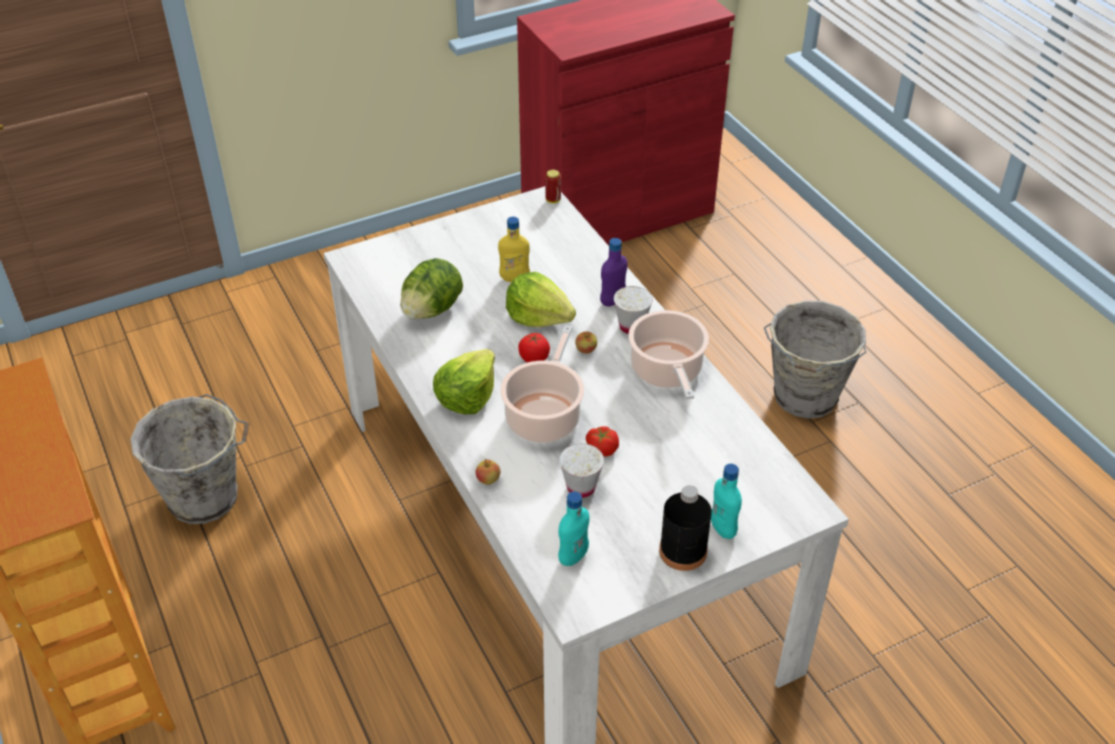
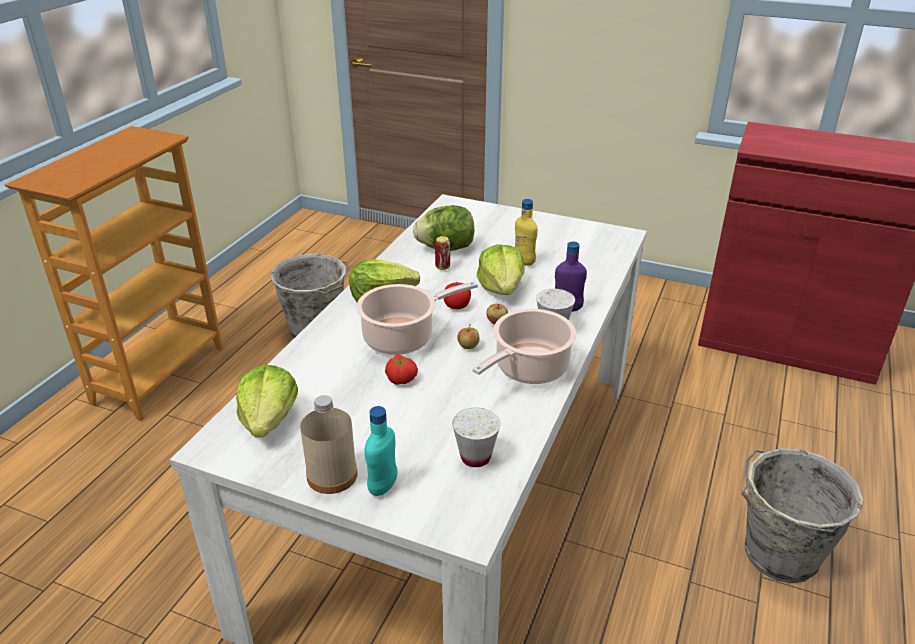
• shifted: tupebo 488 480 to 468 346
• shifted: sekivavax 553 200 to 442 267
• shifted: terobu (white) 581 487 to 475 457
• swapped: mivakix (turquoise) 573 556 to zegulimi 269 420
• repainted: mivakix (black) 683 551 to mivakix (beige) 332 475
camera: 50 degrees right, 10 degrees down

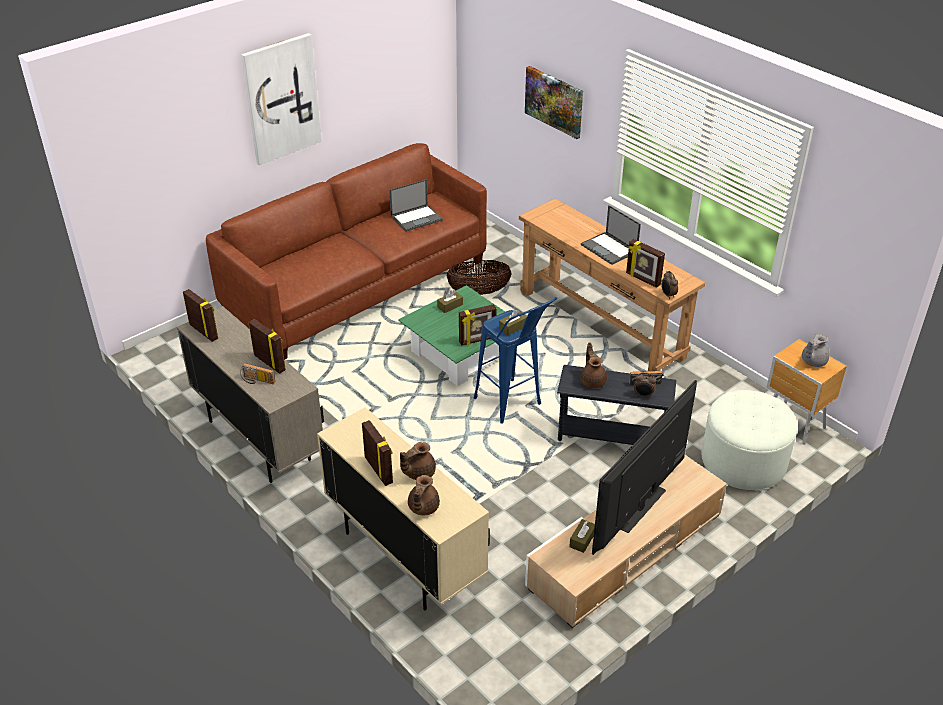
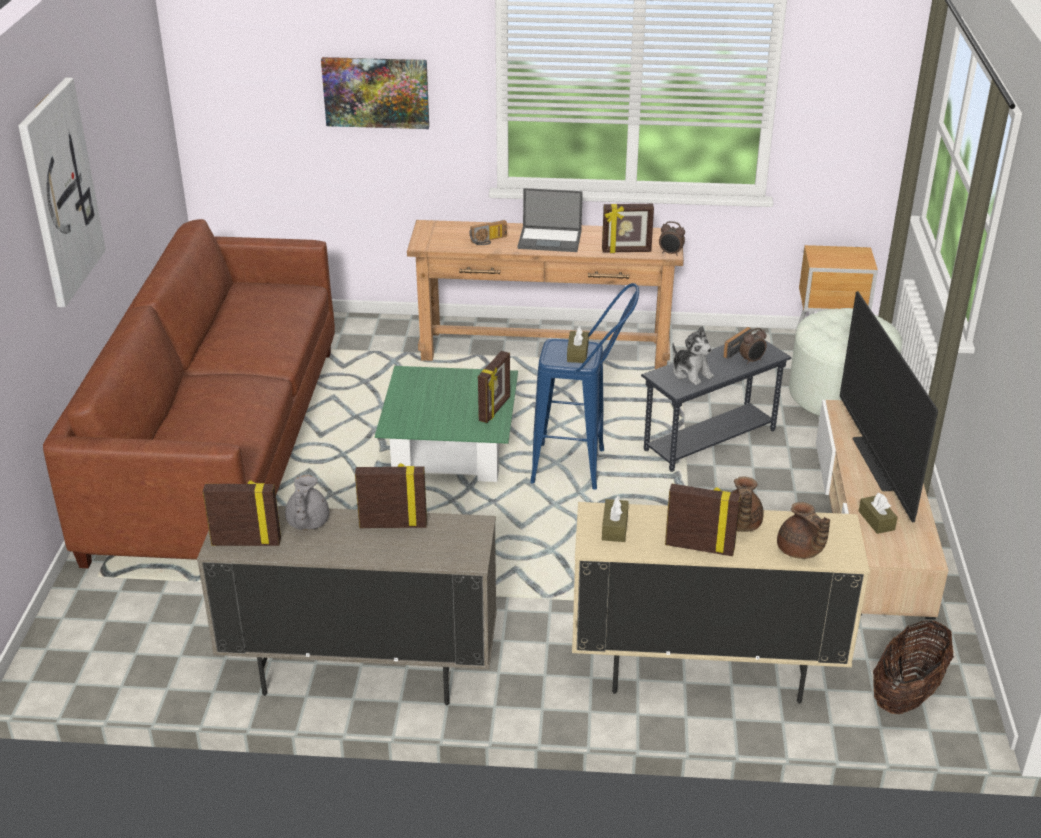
• gone: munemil 417 218
• shifted: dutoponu 257 381 to 489 241
• shifted: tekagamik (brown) 450 306 to 614 527
• shifted: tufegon 478 292 to 906 694
• shifted: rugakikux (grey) 812 361 to 307 523
• swapped: rugakikux (brown) 593 381 to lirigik 691 373
camera: 45 degrees left, 5 degrees down

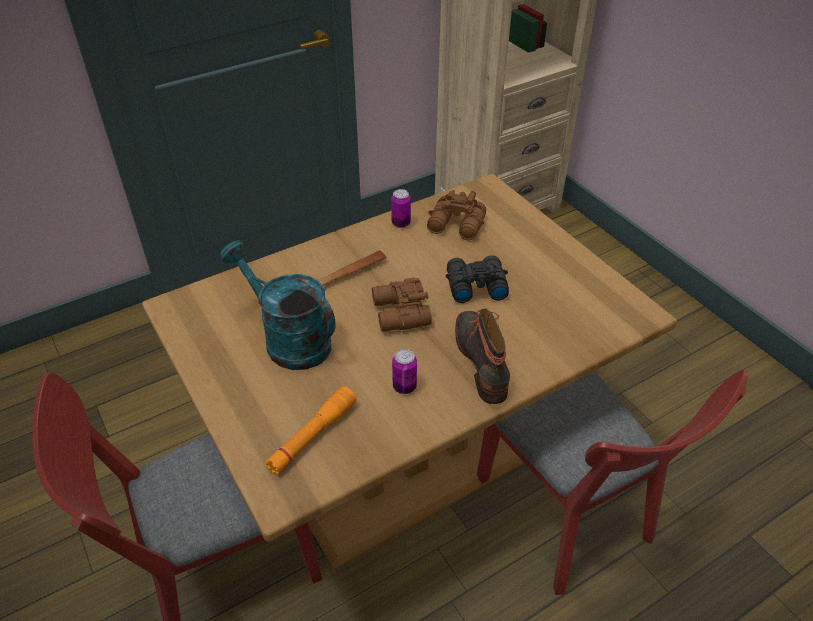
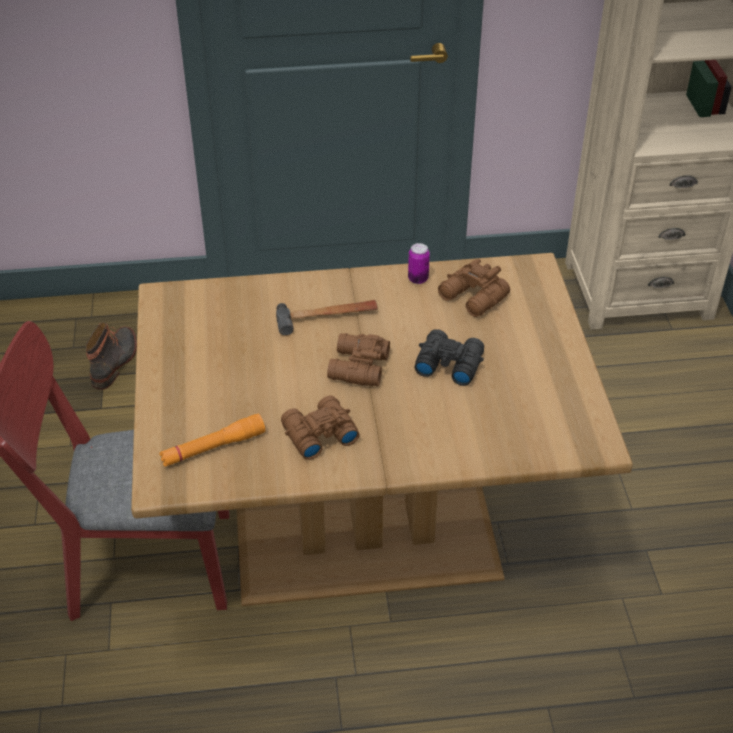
• gone: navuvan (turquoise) 288 339
• gone: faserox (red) 570 520
• shifted: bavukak 483 360 to 115 362
• swapped: sekivavax 404 387 to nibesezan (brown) 318 434
camera: 25 degrees right, 0 degrees up

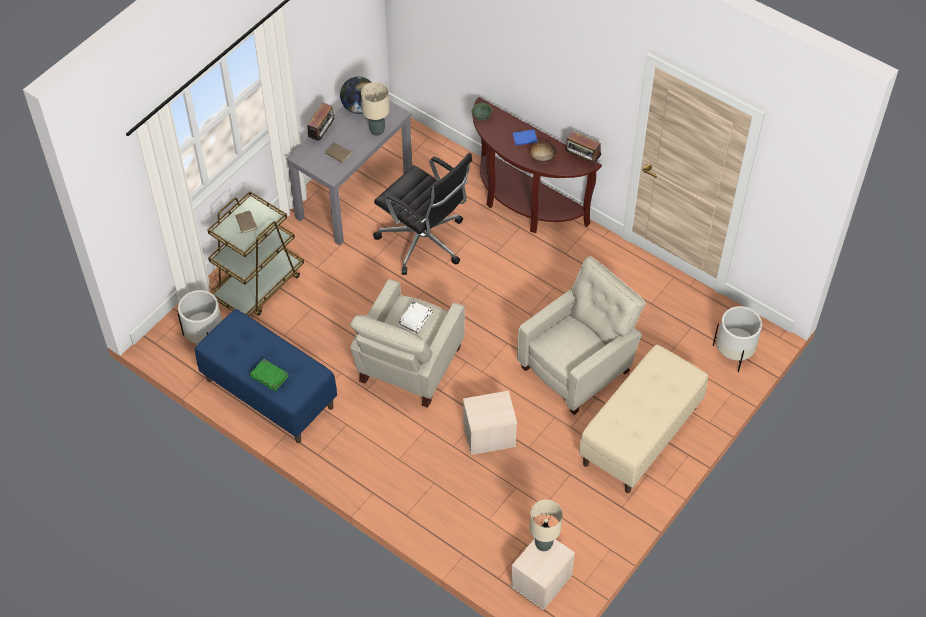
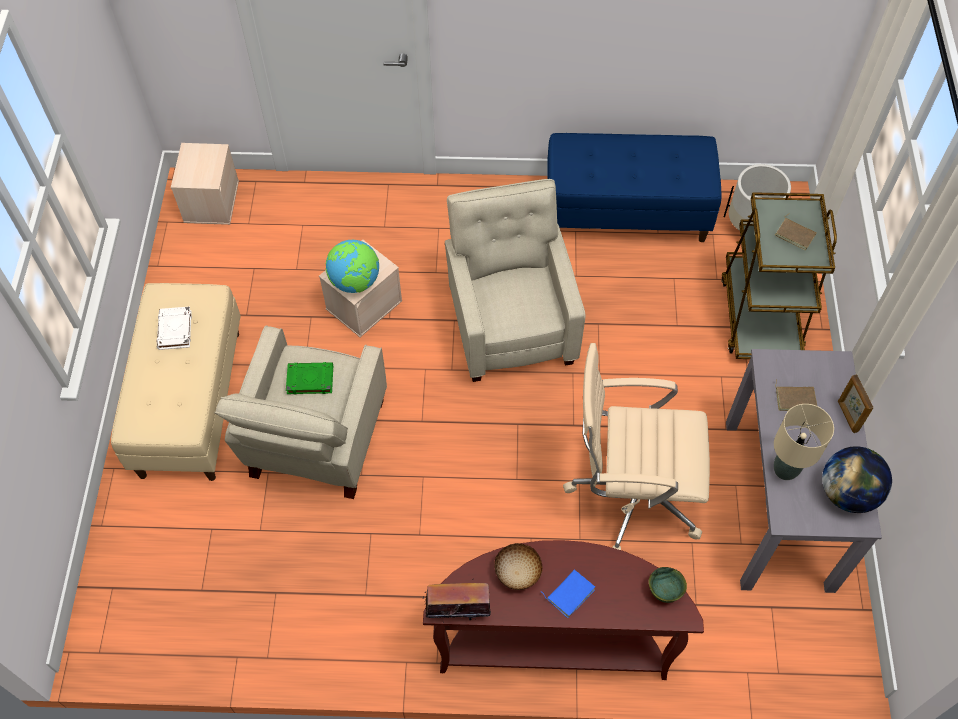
• gone: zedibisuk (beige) 543 544
• gone: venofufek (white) 734 353
• new: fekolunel 355 282
• shifted: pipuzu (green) 269 376 to 309 380
• shifted: pipuzu (white) 415 319 to 175 330
• swapped: dutoponu 322 134 to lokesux 847 416
• repainted: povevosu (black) 424 242 to povevosu (beige) 631 493
camera: 145 degrees right, 5 degrees up

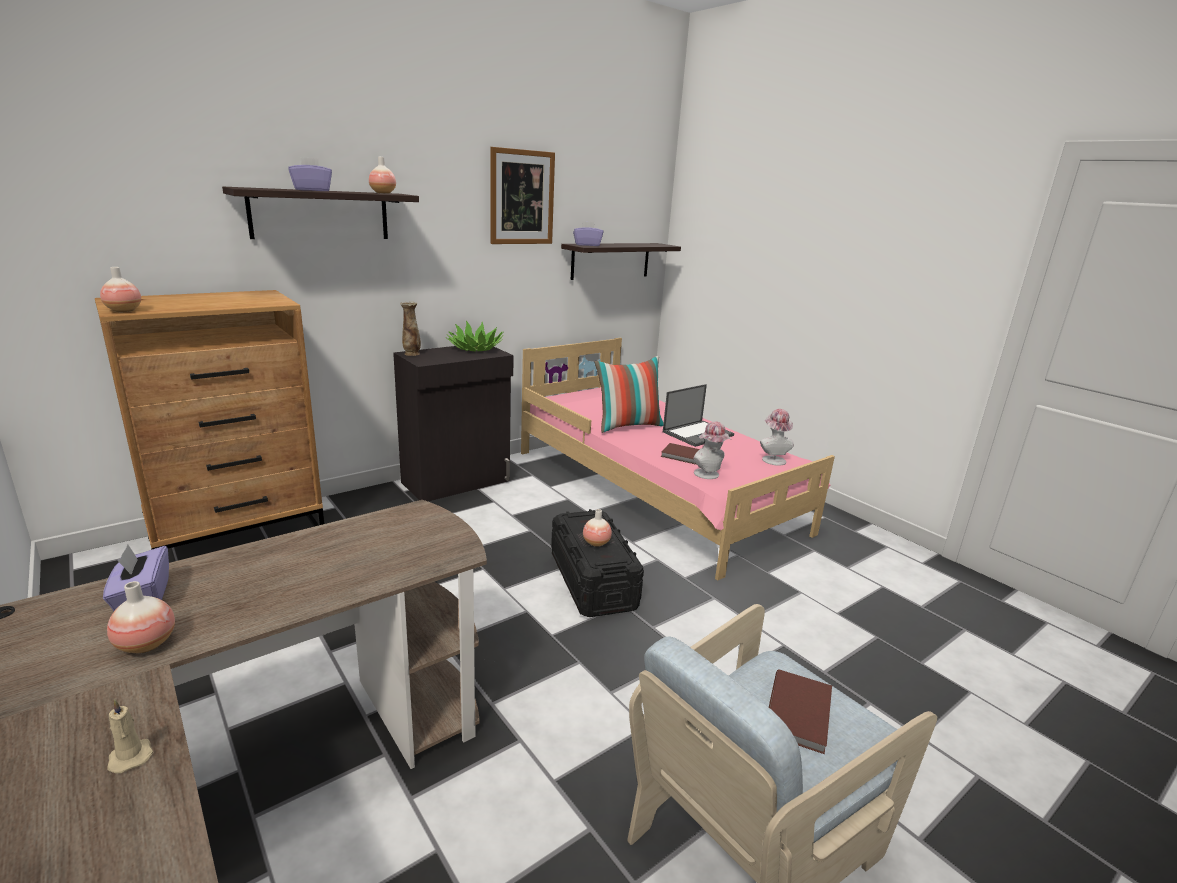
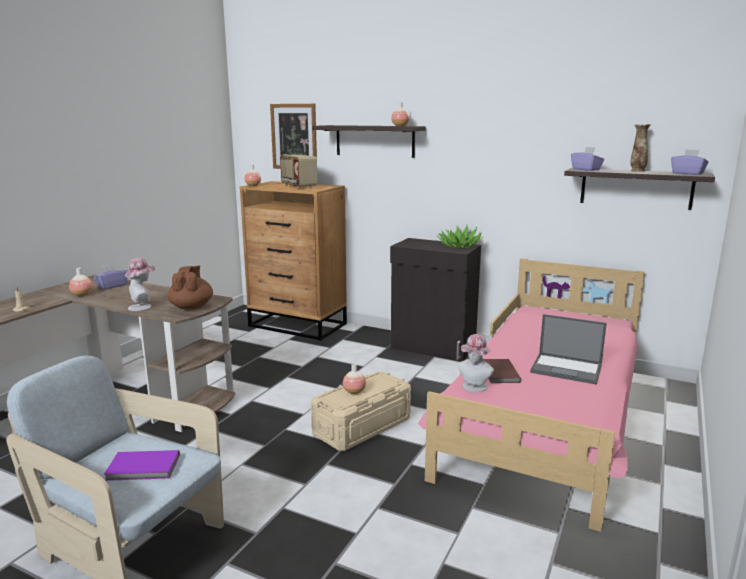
• gone: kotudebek 628 426
• new: rugakikux (brown) 191 307
• new: dutoponu 298 186
• shifted: tekagamik (purple) 312 190 to 687 174
• shifted: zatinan 411 354 to 637 171
• shifted: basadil 522 197 to 294 137
• shifted: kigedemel 772 459 to 143 306
• repainted: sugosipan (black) 593 580 to sugosipan (beige) 362 427
• repainted: pipuzu (brown) 800 712 to pipuzu (purple) 144 468
camera: 65 degrees right, 5 degrees down

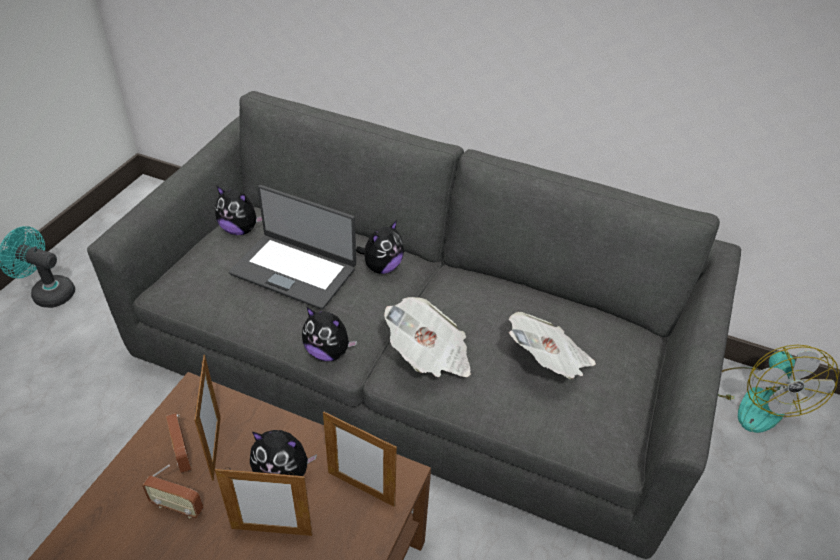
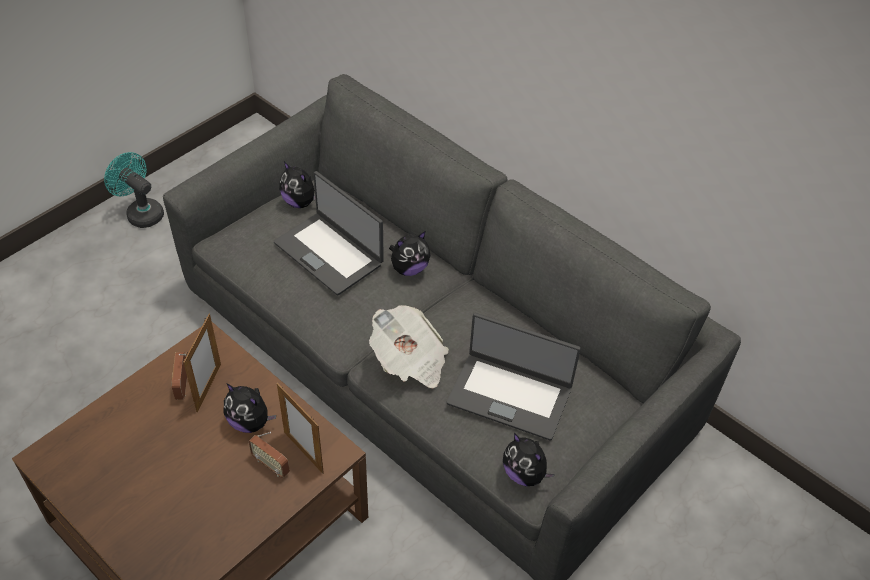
• gone: lokesux 271 531
• gone: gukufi 756 400
• shifted: dutoponu 177 507 to 271 465
• shifted: lirigik 328 352 to 524 474
• swapped: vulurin 548 361 to munemil 510 395
camera: 20 degrees right, 5 degrees up

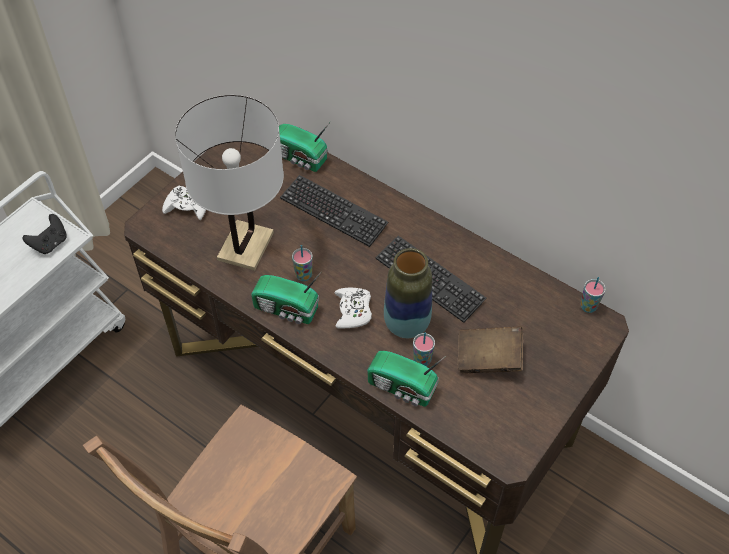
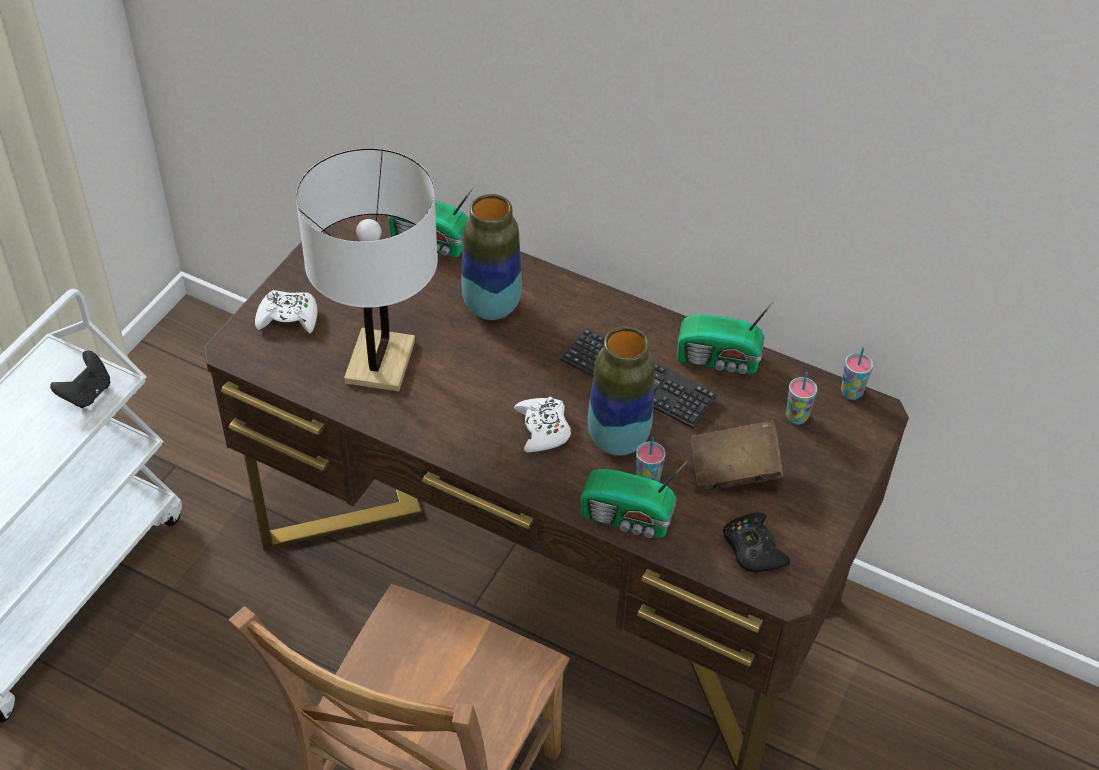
• new: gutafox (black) 753 549
• shifted: dutoponu 287 309 to 720 360
• shifted: terobu 303 275 to 796 417
• swapped: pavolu 333 212 to zatinan 491 306
camera: 10 degrees left, 5 degrees down

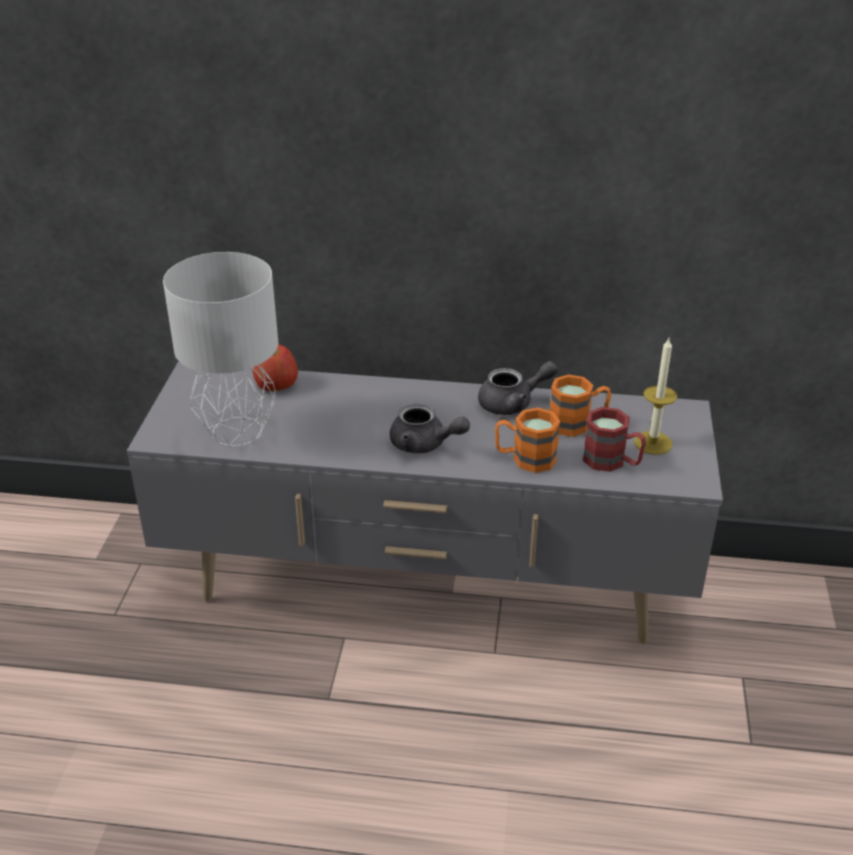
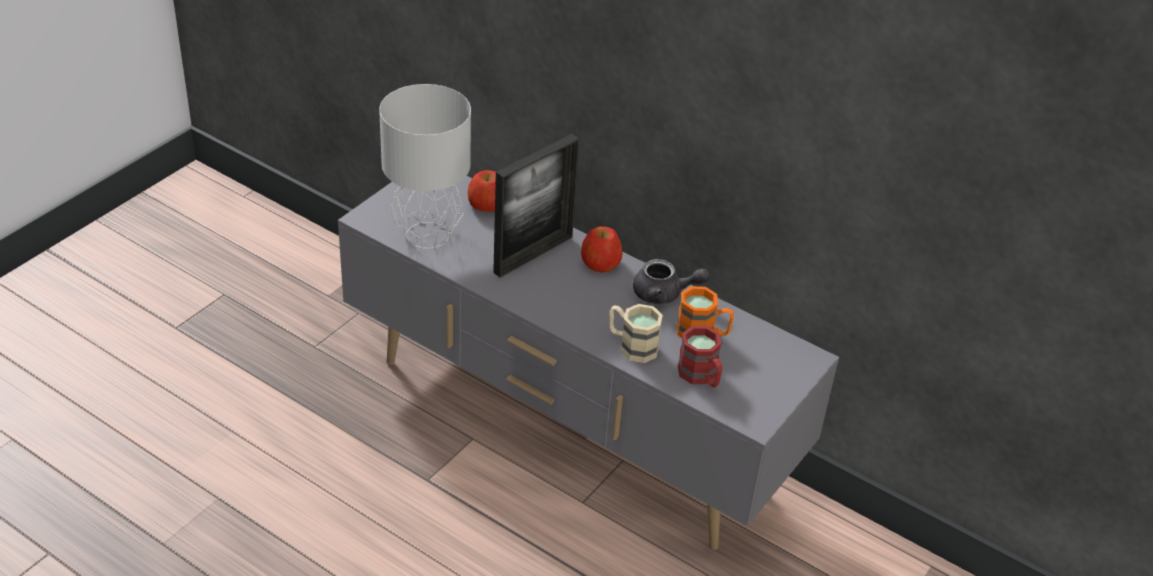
• gone: rugakikux (grey) 424 444
• gone: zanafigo 653 443
• new: lokesux 533 254
• new: tupebo 601 262
• repainted: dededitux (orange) 525 458 to dededitux (beige) 632 345
camera: 25 degrees right, 5 degrees up

